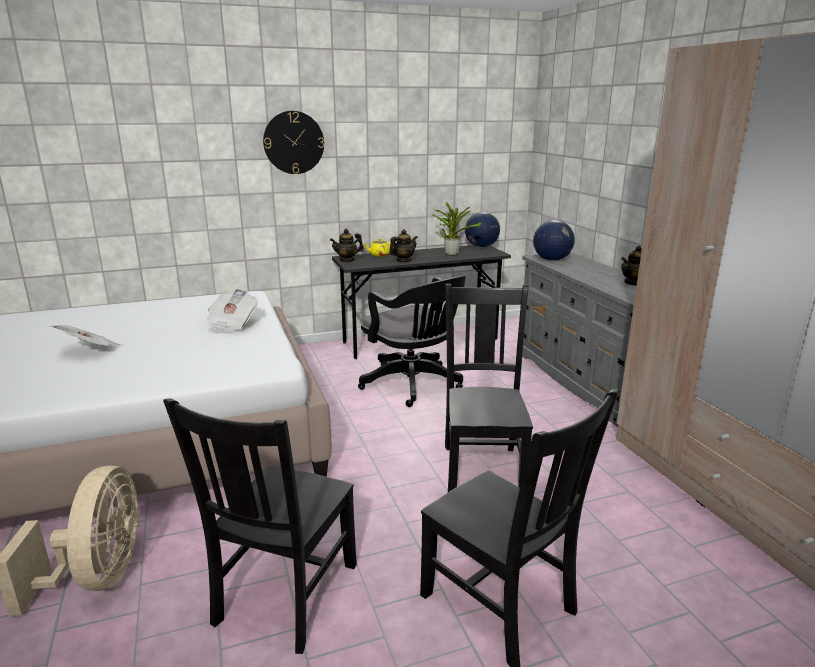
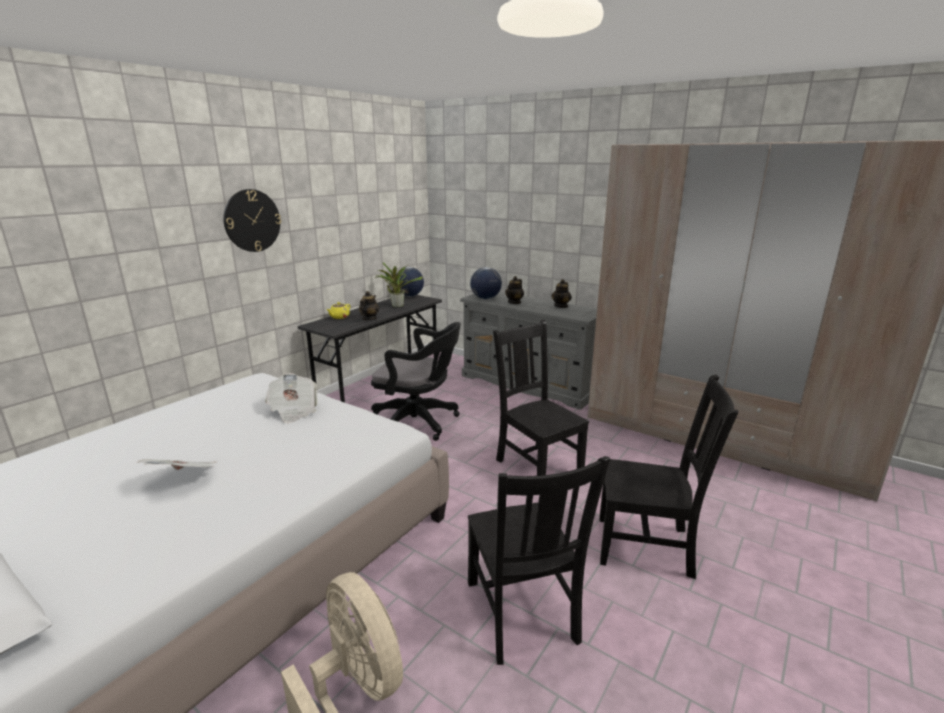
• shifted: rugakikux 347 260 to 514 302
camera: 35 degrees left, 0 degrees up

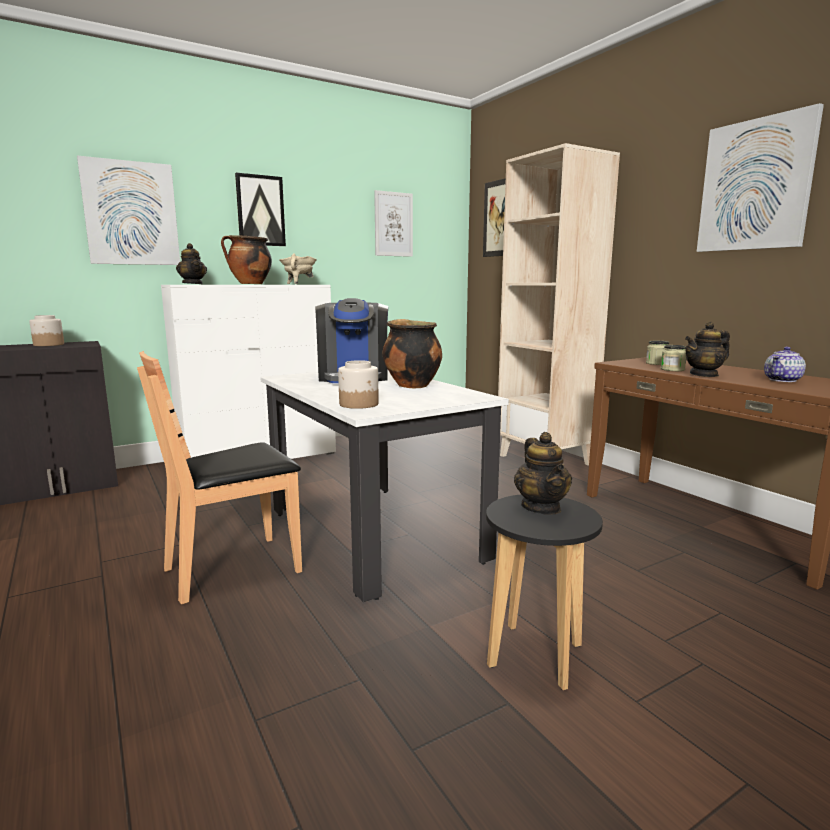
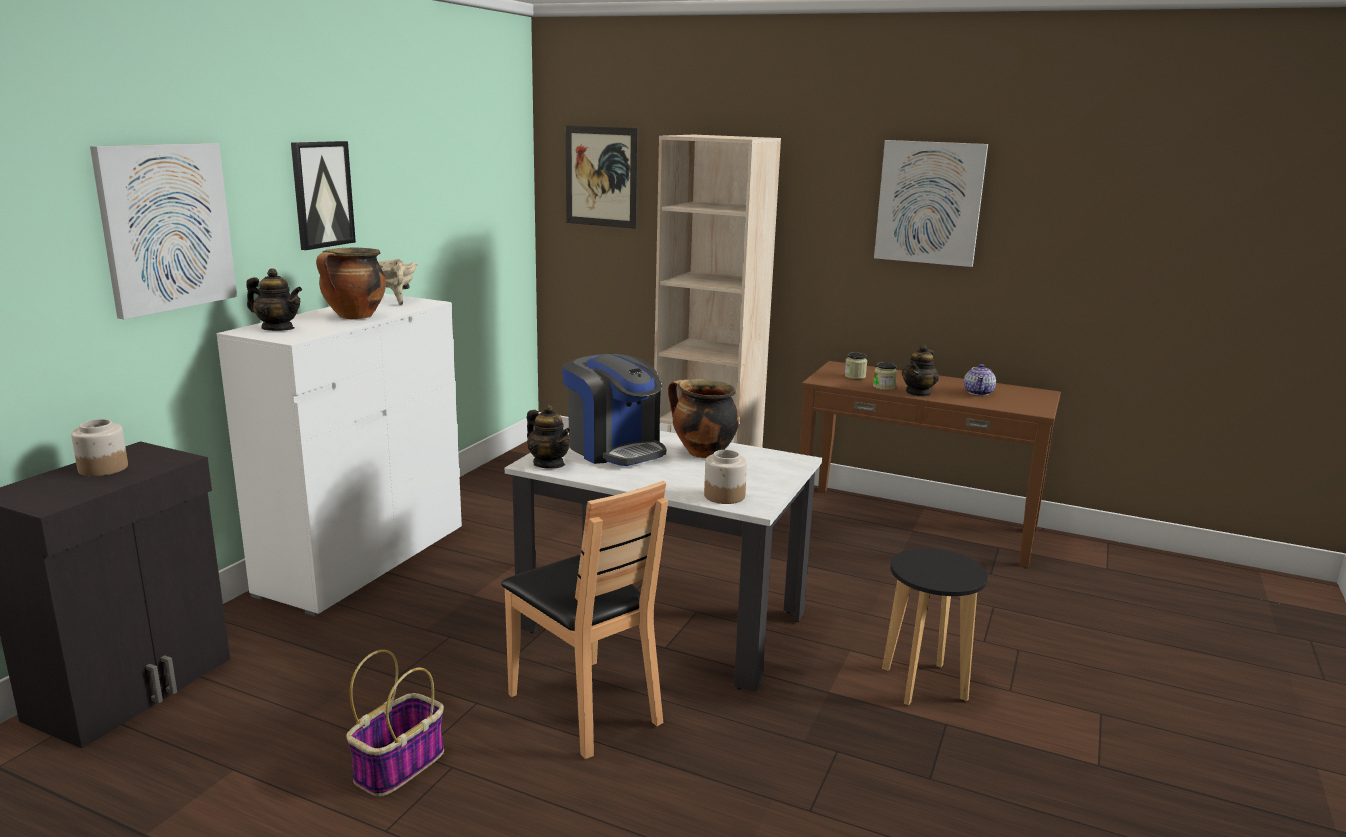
• gone: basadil 393 224
• new: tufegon 399 765
• shifted: rugakikux 541 507 to 549 464
• rotated: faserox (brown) 234 569 = 585 706 60 degrees counterclockwise
camera: 35 degrees left, 5 degrees up

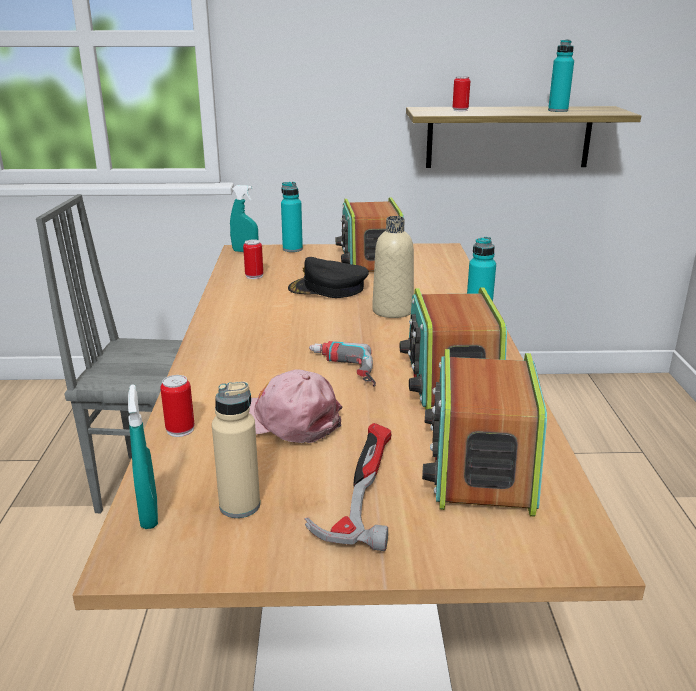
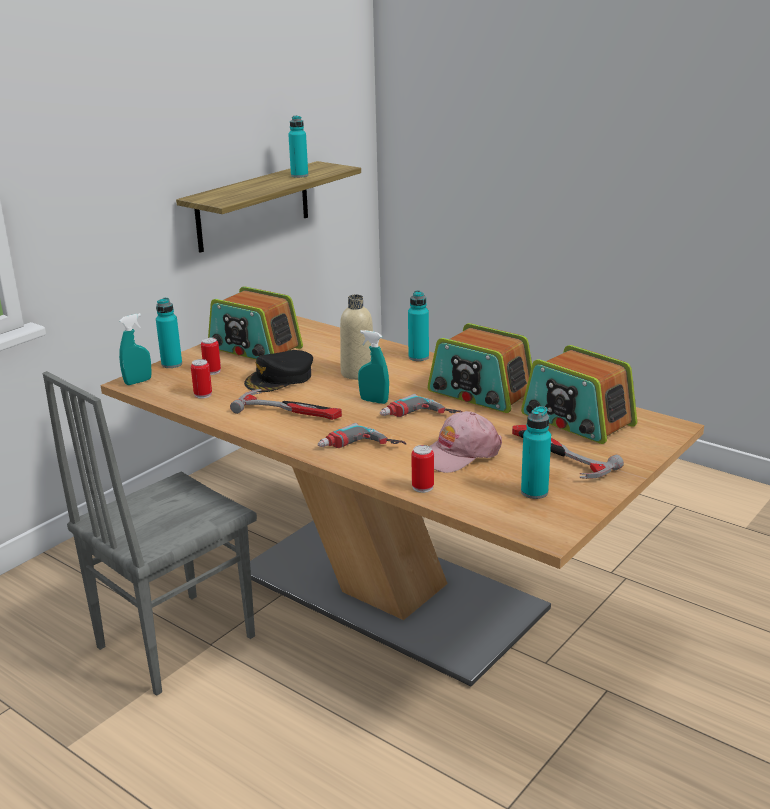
• new: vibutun 290 411
• new: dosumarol 360 449
• shifted: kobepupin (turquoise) 149 514 to 374 401
• shifted: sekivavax 460 110 to 212 371
• repainted: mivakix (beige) 239 505 to mivakix (turquoise) 534 492
camera: 50 degrees left, 0 degrees up

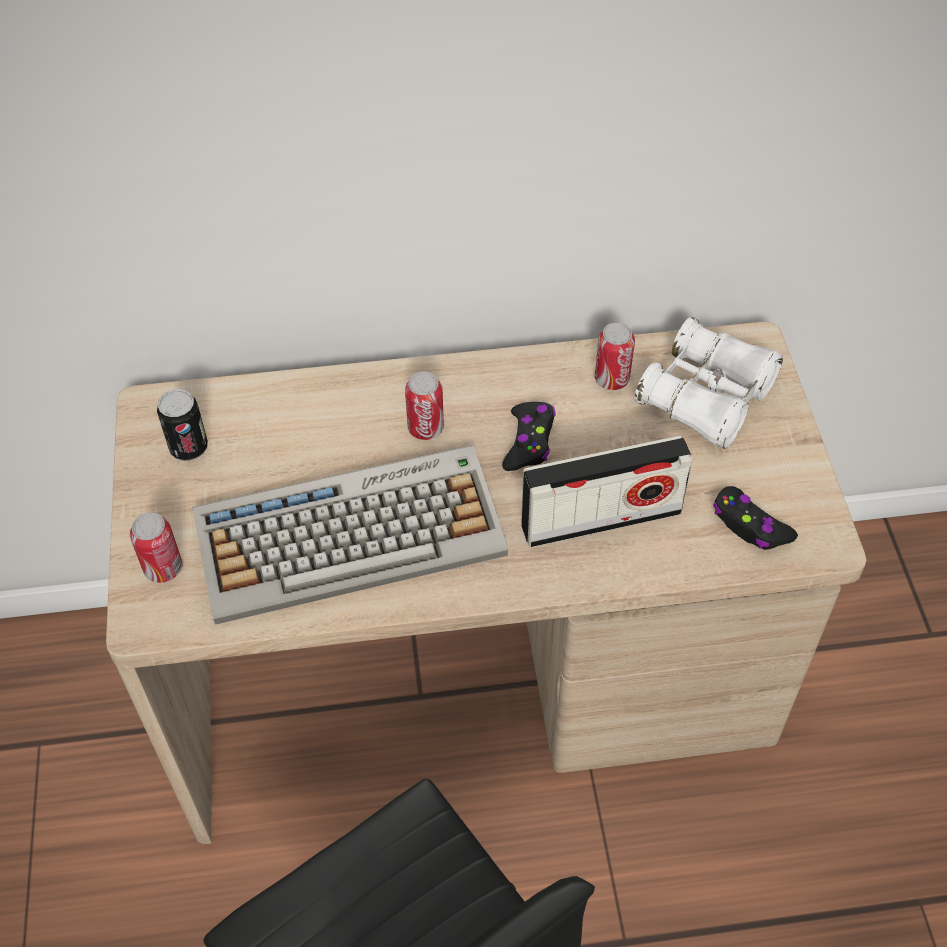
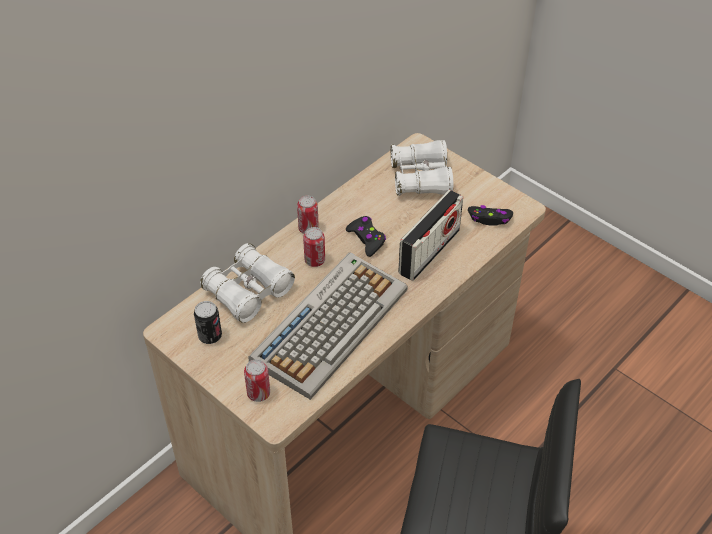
• new: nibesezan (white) 248 291
• shifted: sekivavax 611 379 to 308 229
camera: 40 degrees left, 5 degrees down

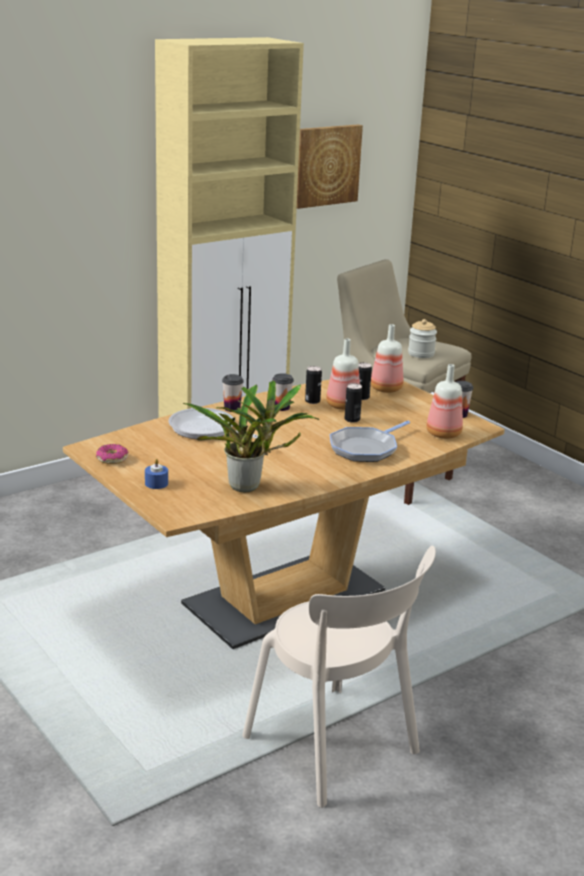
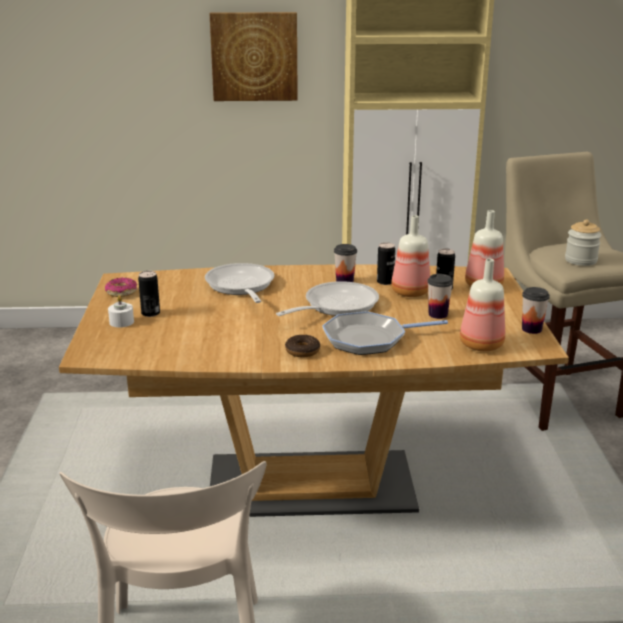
• gone: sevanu 249 487
• new: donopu 335 306
• new: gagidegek 302 351
• shifted: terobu 232 408 to 438 314
• shifted: basadil 326 165 to 254 56
• shifted: sekivavax 352 419 to 150 313
• repainted: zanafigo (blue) 156 483 to zanafigo (white) 121 322
camera: 35 degrees right, 0 degrees up

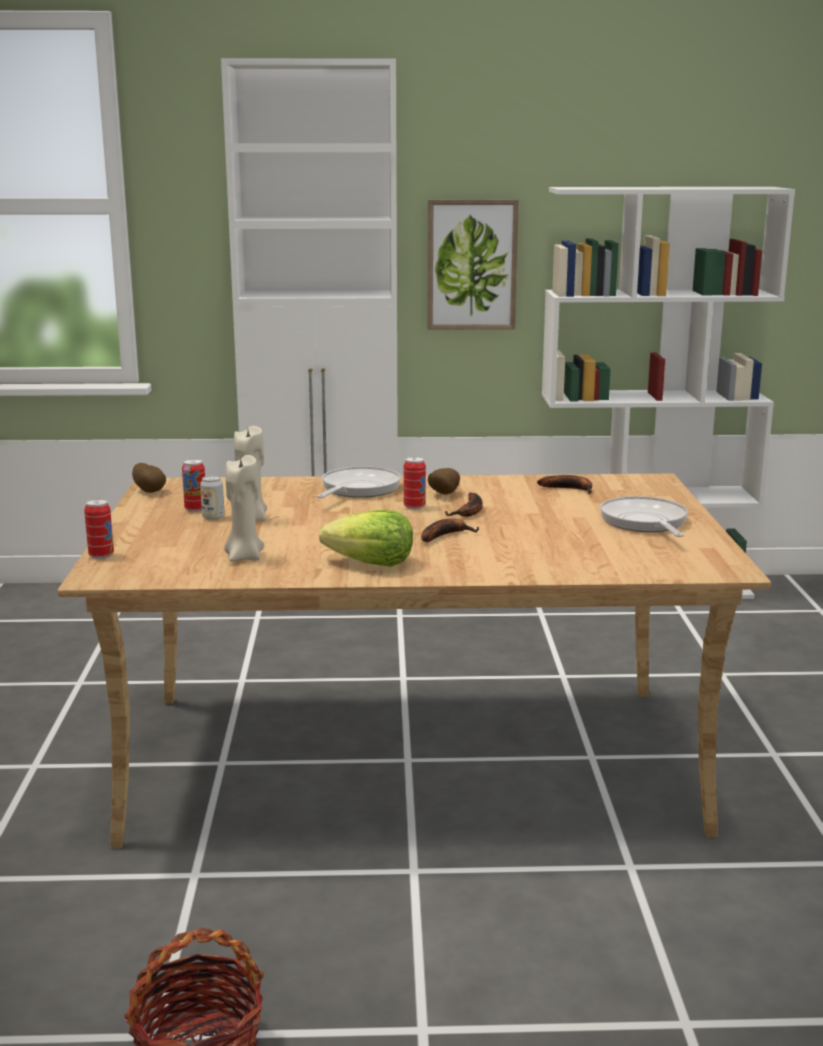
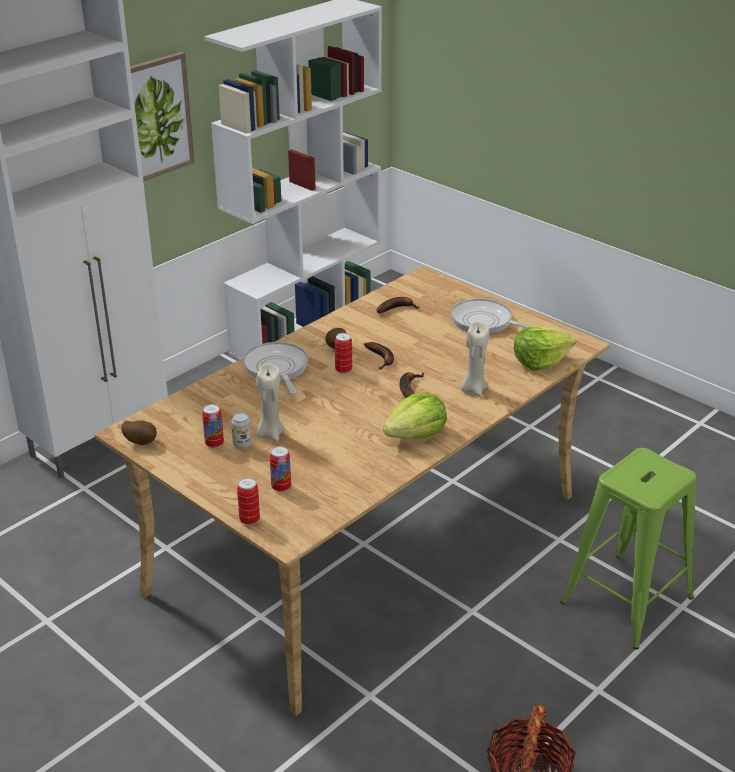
• new: sekivavax 281 487
• new: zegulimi 540 361
• new: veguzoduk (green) 628 599
• shifted: zanafigo (beige) 244 557 to 473 389
camera: 45 degrees left, 15 degrees up

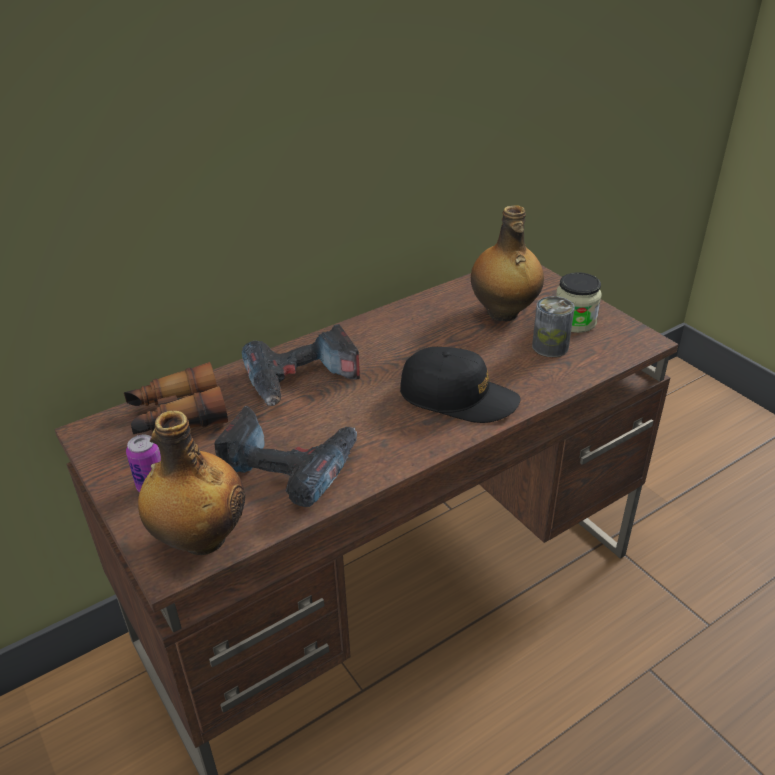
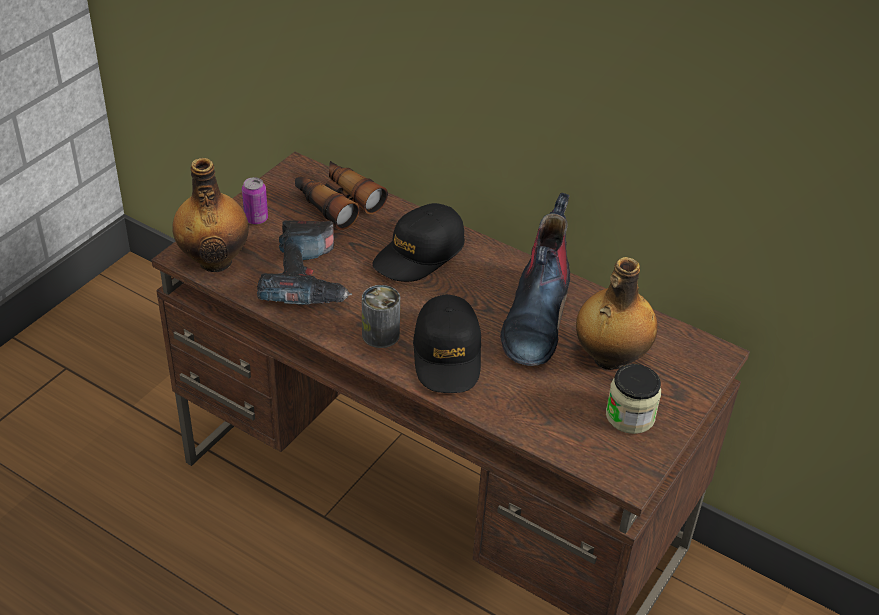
• new: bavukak 536 317
• shifted: sekivavax 550 346 to 380 334
• swapped: dosumarol 302 380 to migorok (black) 419 253
camera: 65 degrees right, 5 degrees up

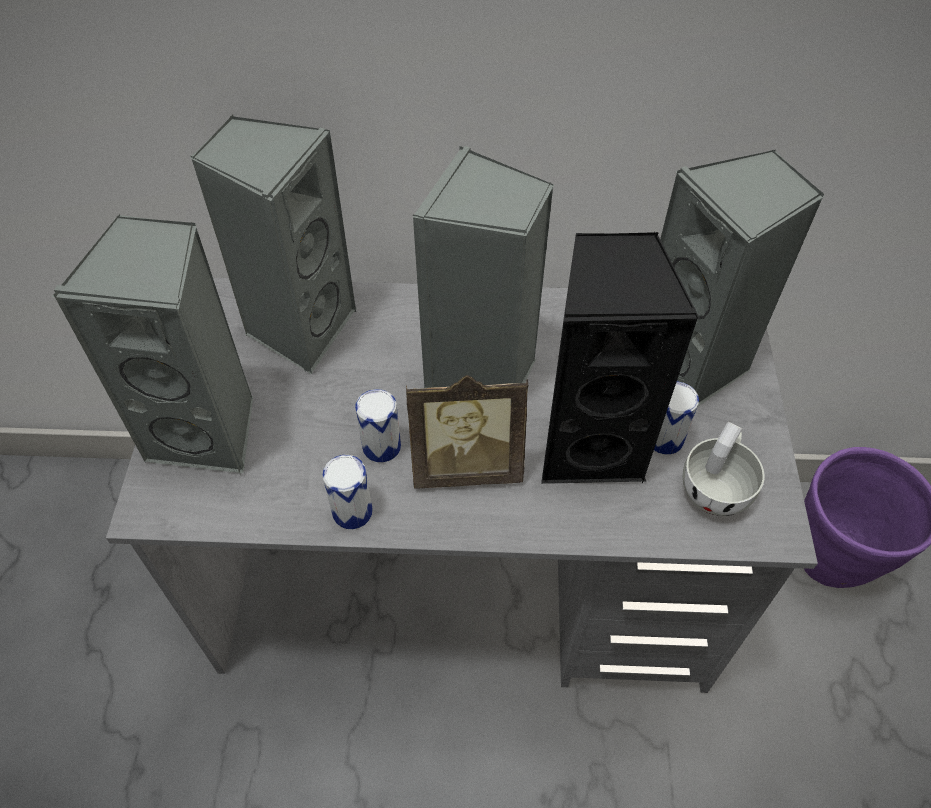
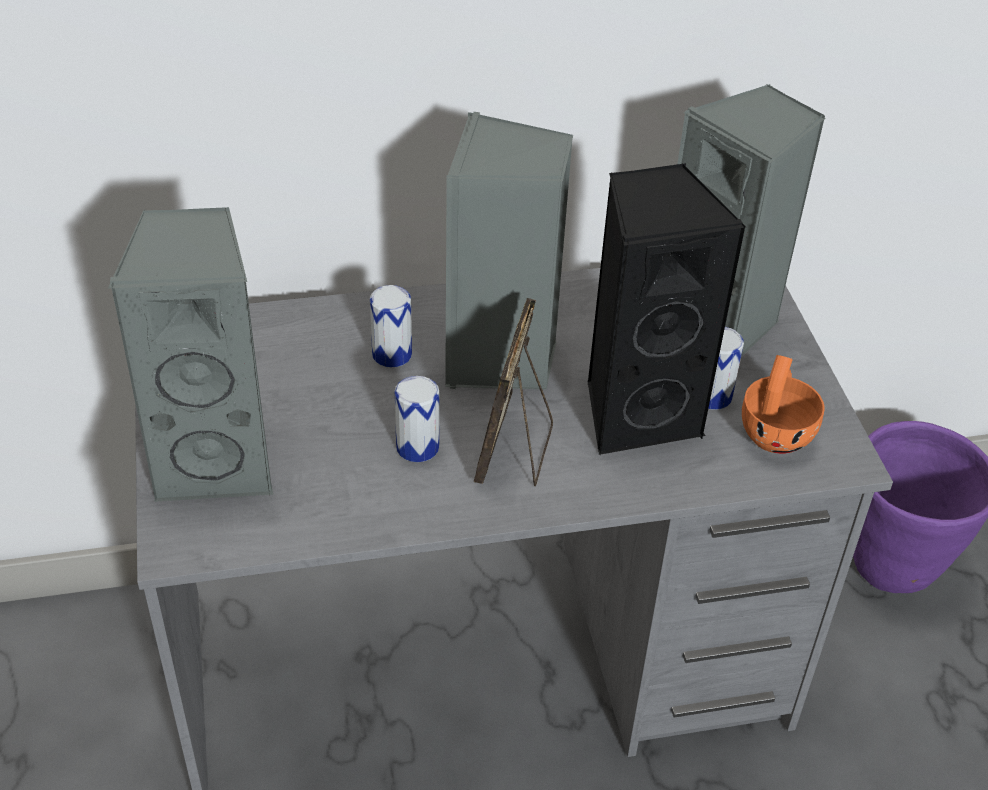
• gone: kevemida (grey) 299 328
• shifted: sekivavax 352 511 to 392 354
• repainted: terobu (white) 716 486 to terobu (orange) 776 430
• rotated: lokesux 466 466 = 515 451 120 degrees clockwise
camera: 15 degrees left, 10 degrees down

